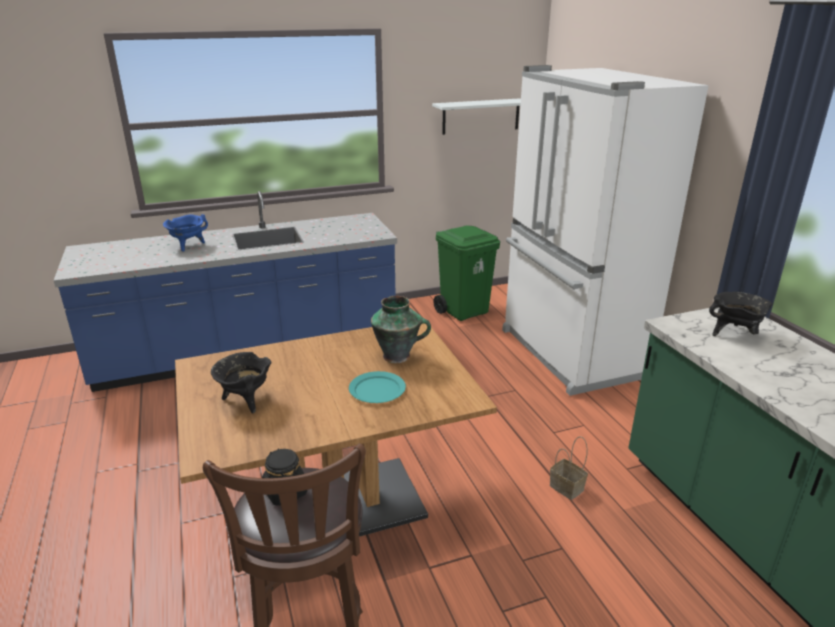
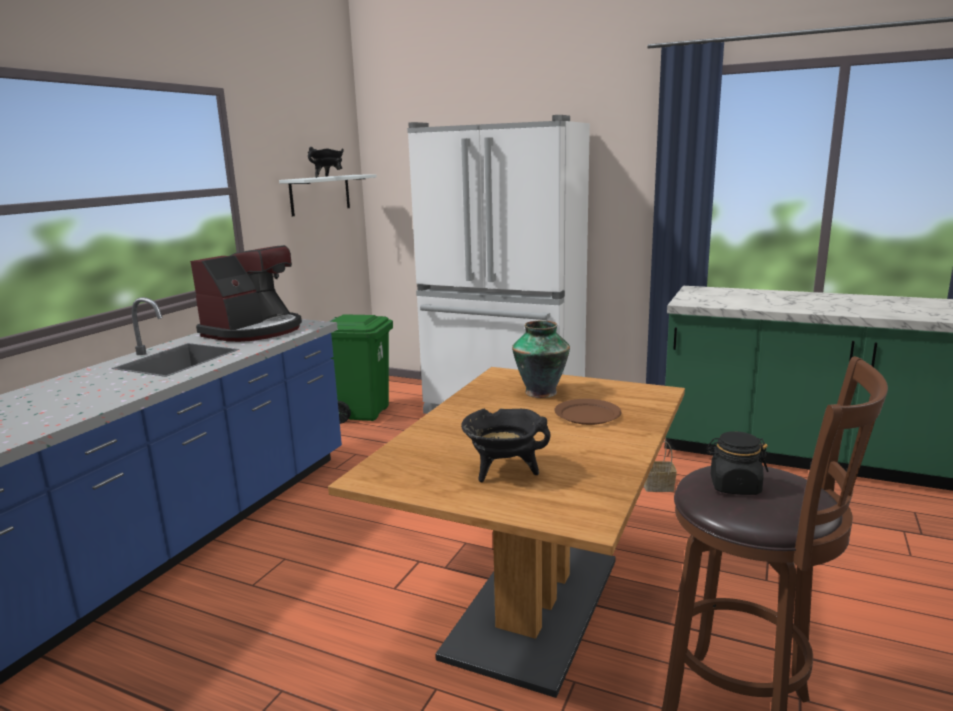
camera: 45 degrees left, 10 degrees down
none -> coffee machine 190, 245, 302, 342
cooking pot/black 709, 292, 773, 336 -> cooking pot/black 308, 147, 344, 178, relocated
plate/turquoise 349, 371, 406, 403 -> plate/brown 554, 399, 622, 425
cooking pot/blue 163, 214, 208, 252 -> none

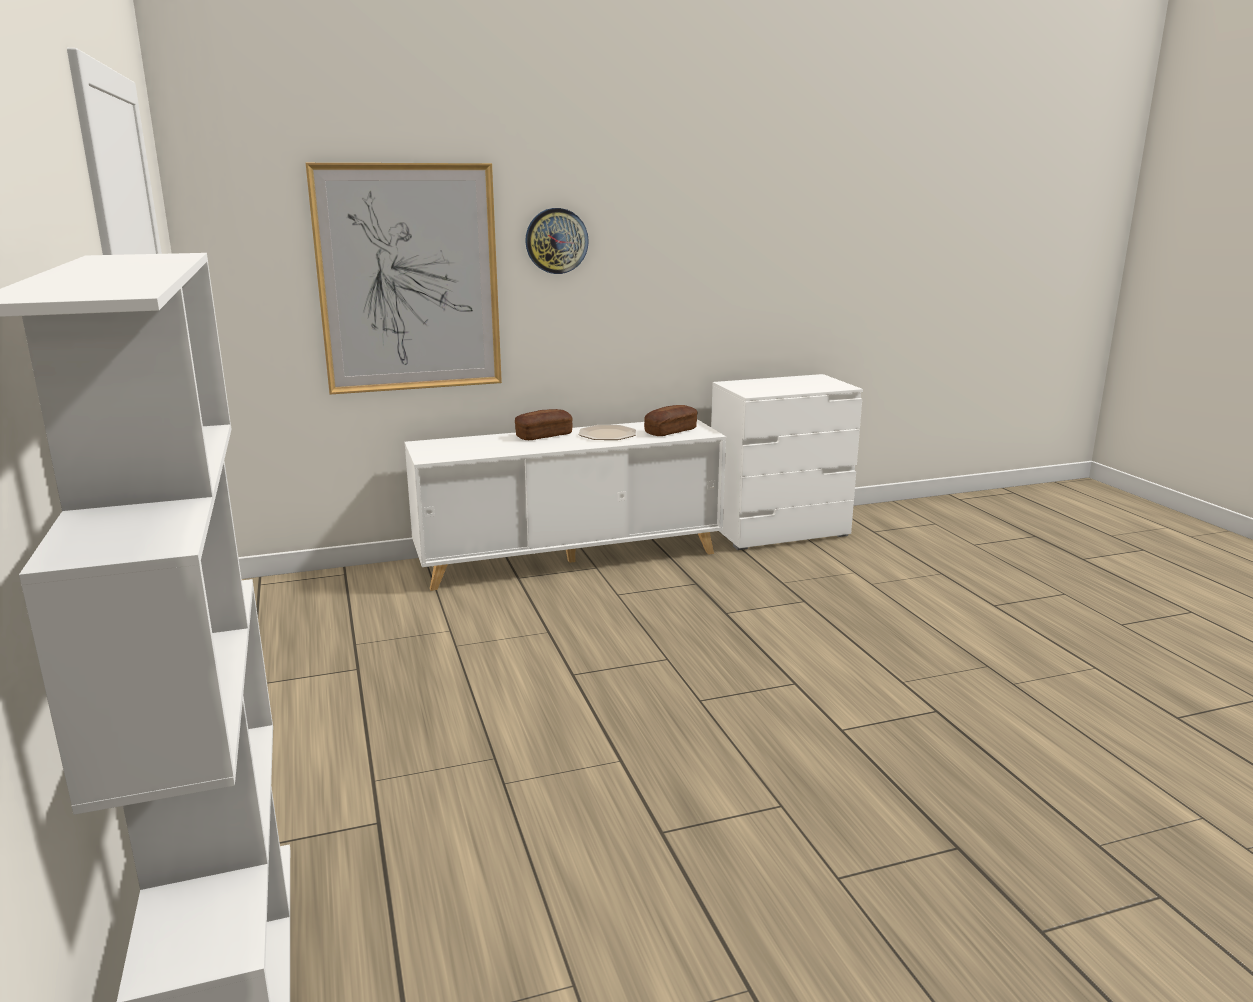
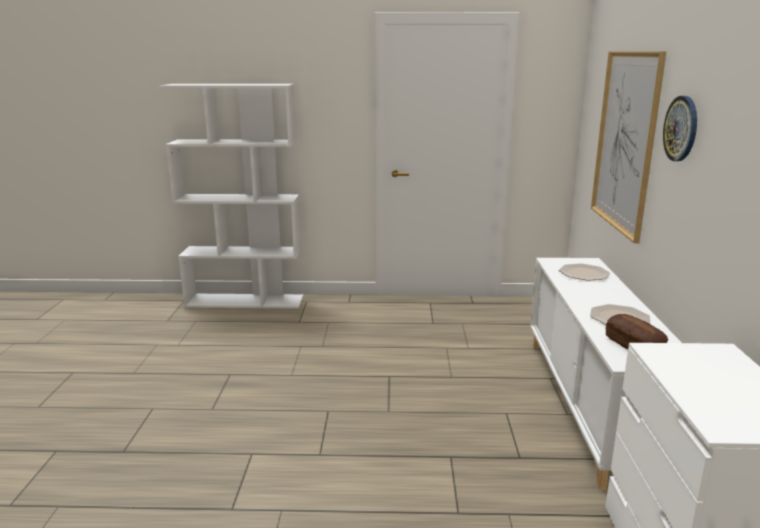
camera: 110 degrees right, 0 degrees up
none -> plate 559, 263, 610, 281
bread 515, 409, 573, 440 -> none

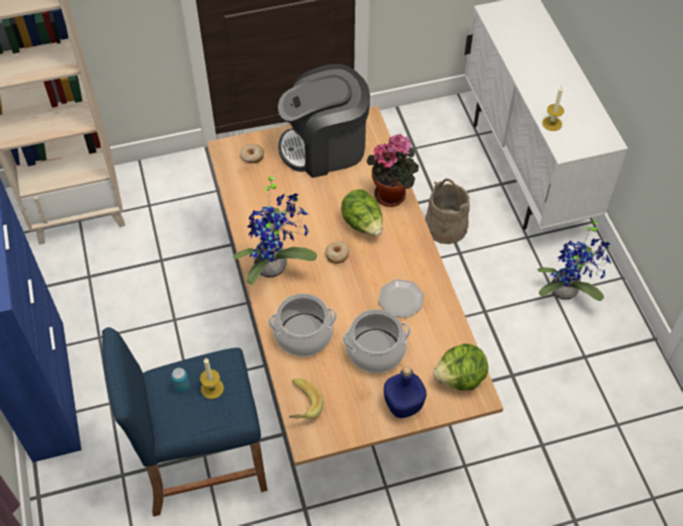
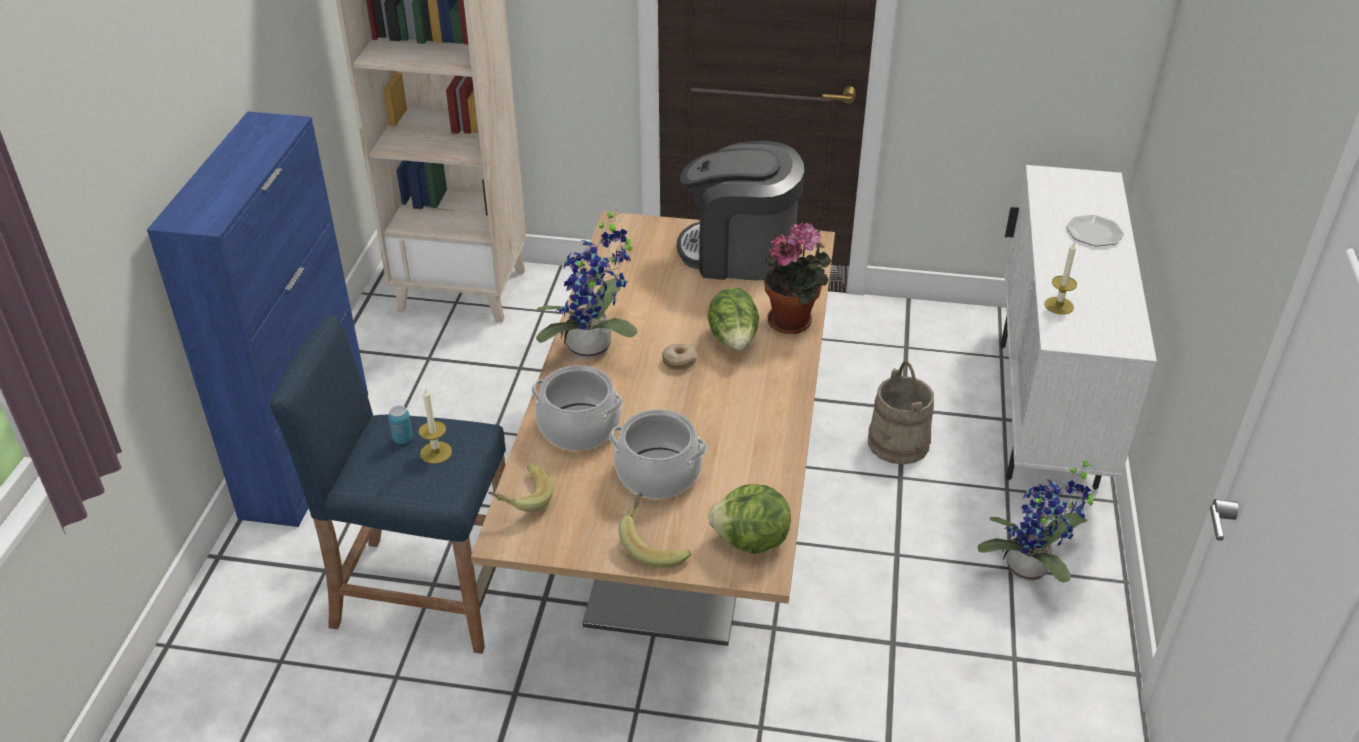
camera: 25 degrees right, 15 degrees down
bottle/blue 384, 367, 427, 418 -> banana 619, 493, 691, 567
plate 378, 279, 424, 318 -> plate 1066, 215, 1124, 247, relocated
donut 240, 144, 264, 163 -> none

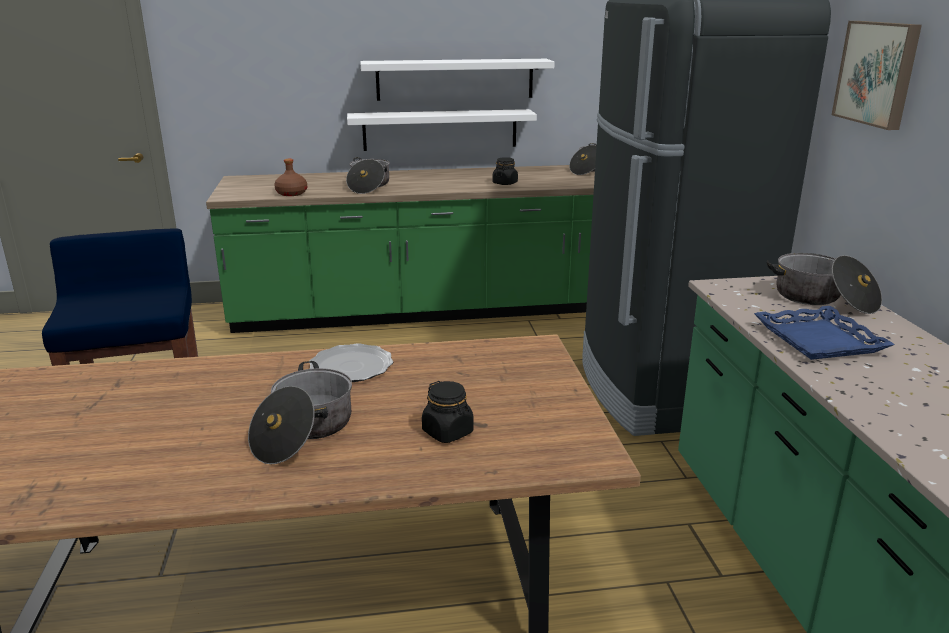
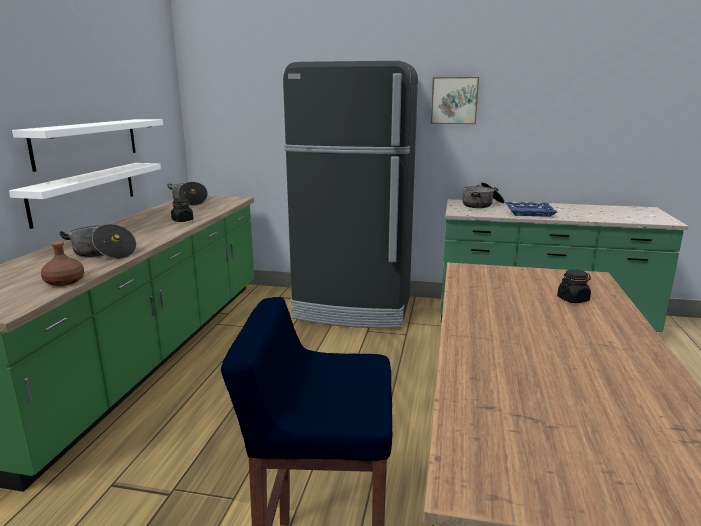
camera: 70 degrees left, 5 degrees down
cooking pot 248, 361, 352, 464 -> none
plate 310, 343, 393, 382 -> none

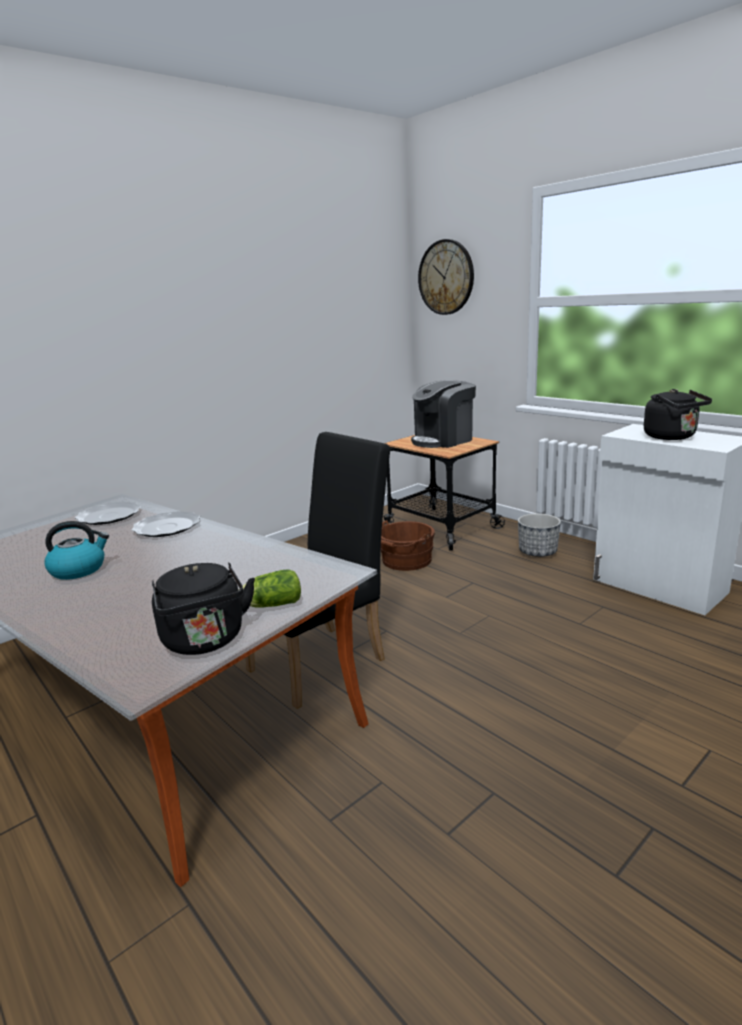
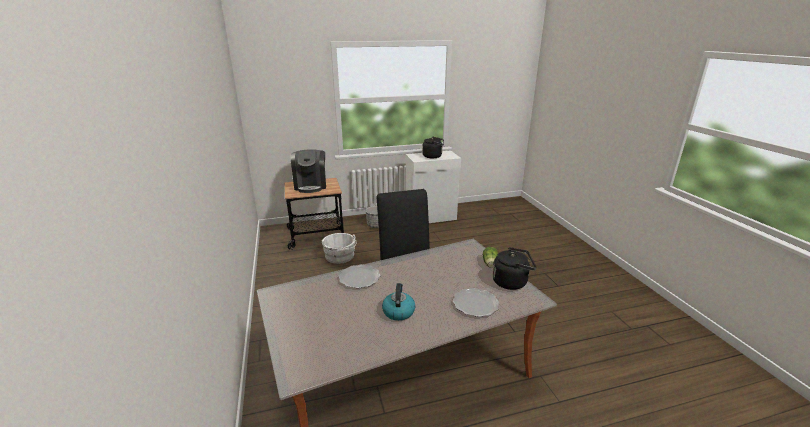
camera: 65 degrees left, 5 degrees up
bucket/brown 381, 520, 435, 571 -> bucket/white 322, 233, 357, 264
plate 75, 502, 141, 525 -> plate 453, 288, 499, 317, relocated
wall clock 418, 239, 474, 315 -> none

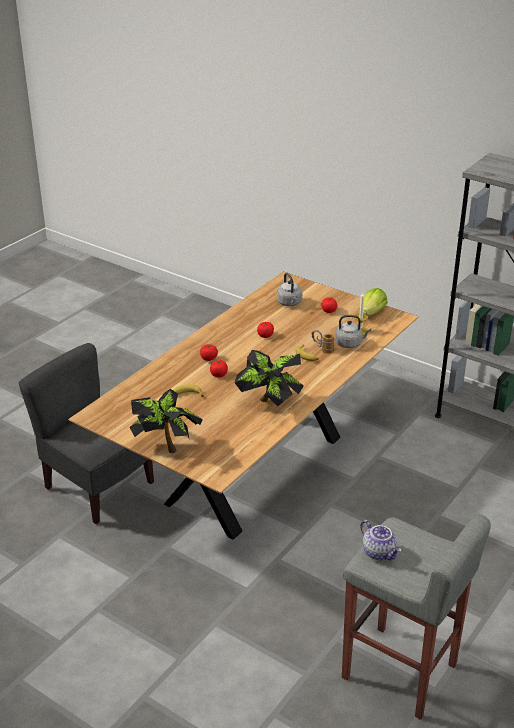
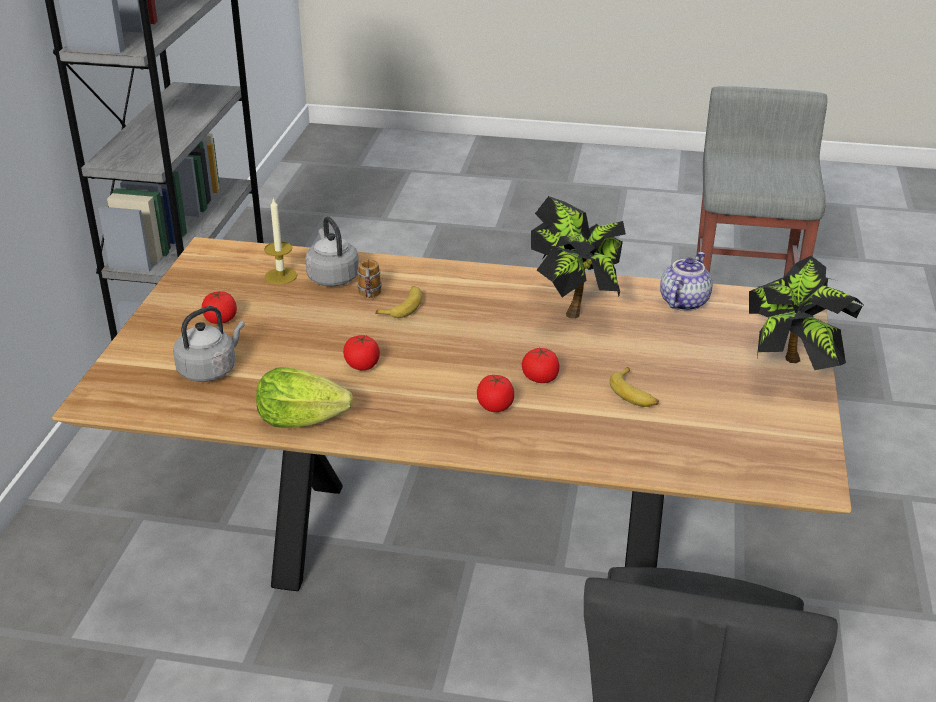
camera: 115 degrees left, 0 degrees up
lettuce 363, 288, 388, 316 -> lettuce 256, 367, 353, 428, relocated
teapot 360, 520, 401, 561 -> teapot 660, 252, 712, 311, relocated

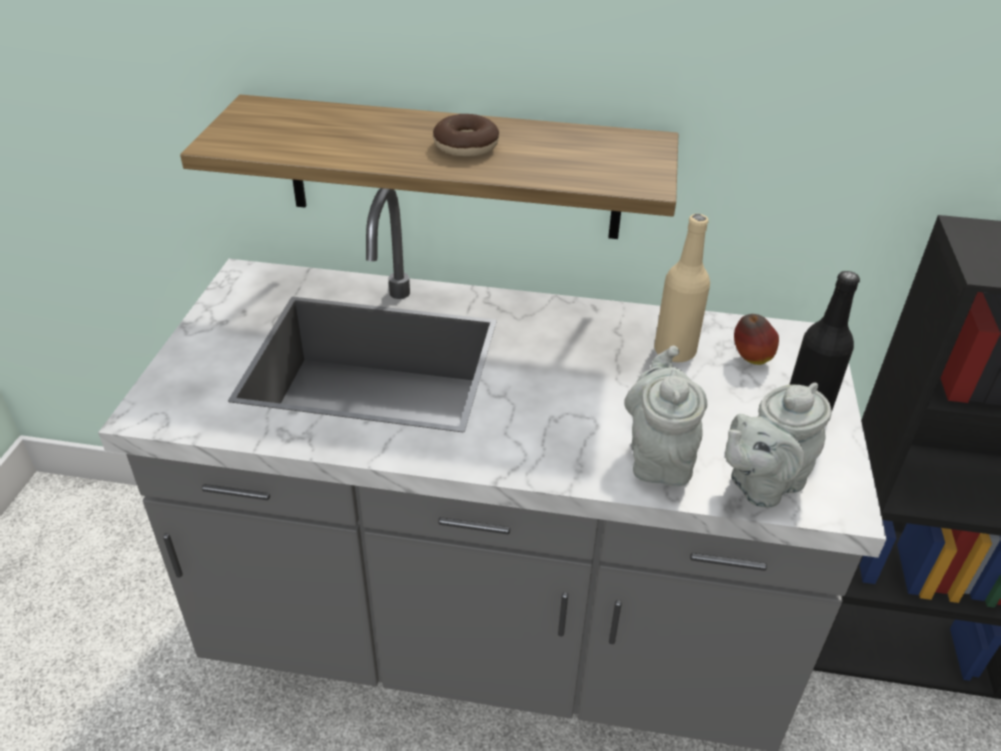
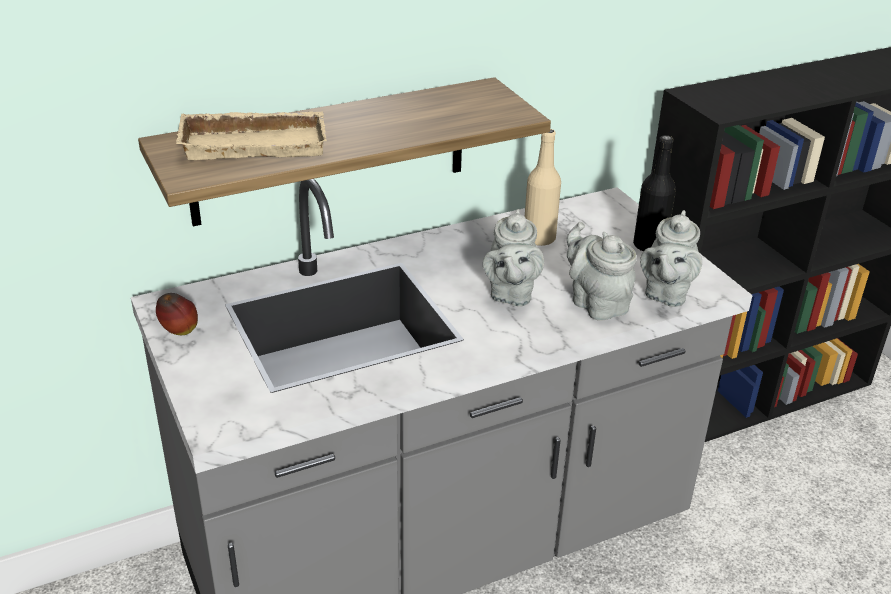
camera: 35 degrees left, 5 degrees down
apple 734, 314, 779, 365 -> apple 156, 293, 198, 335, relocated
none -> tray/beige 176, 111, 327, 160
none -> teapot/grey 483, 209, 544, 307
donut 433, 114, 499, 157 -> none

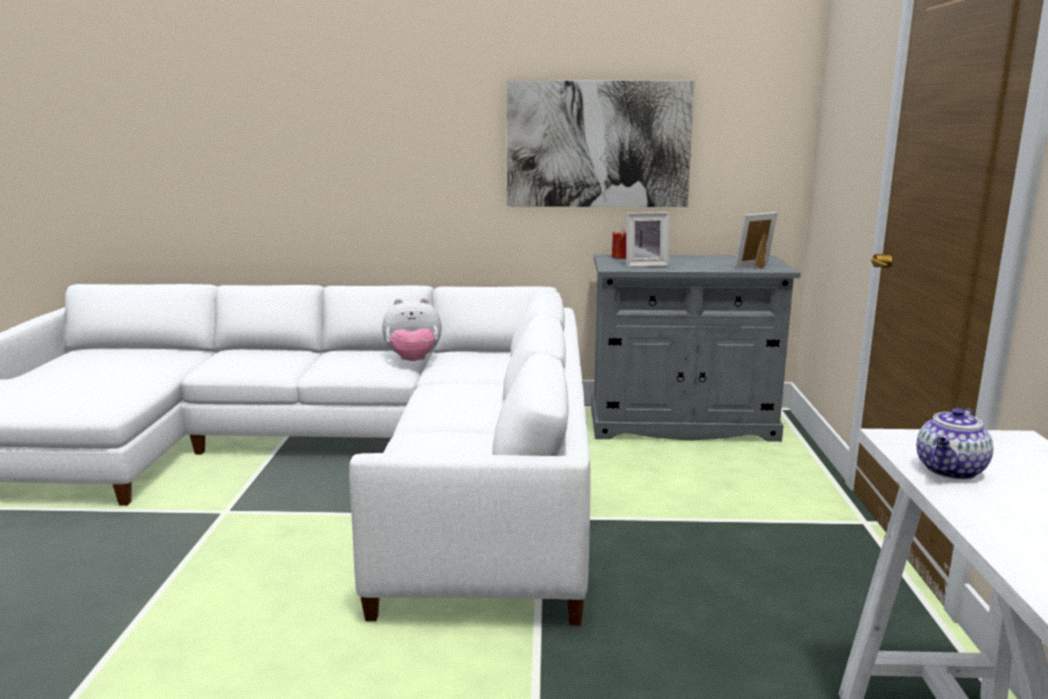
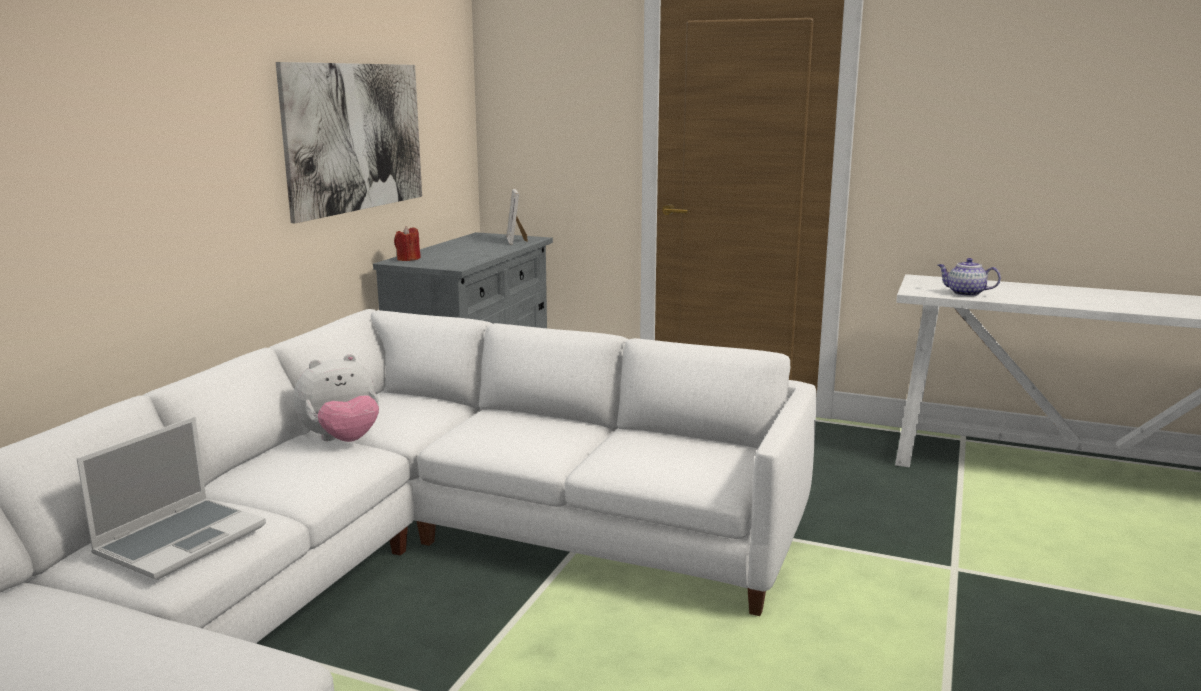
camera: 70 degrees left, 0 degrees up
none -> laptop 76, 417, 266, 580
plush toy 382, 298, 442, 361 -> plush toy 294, 354, 379, 442, 45 degrees clockwise
teapot 916, 408, 993, 480 -> teapot 938, 258, 1001, 296, 150 degrees clockwise
picture frame 626, 212, 669, 267 -> none

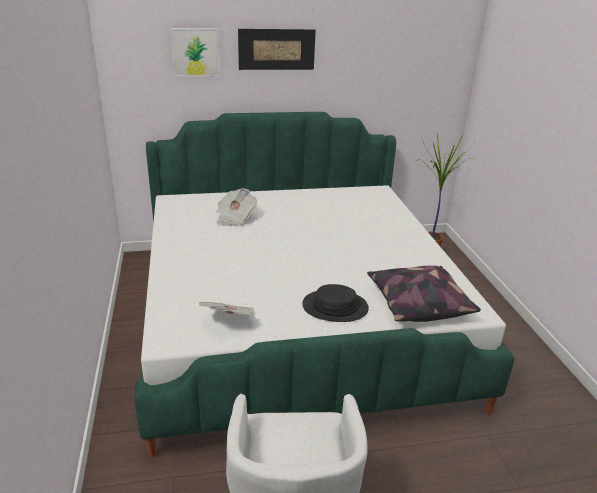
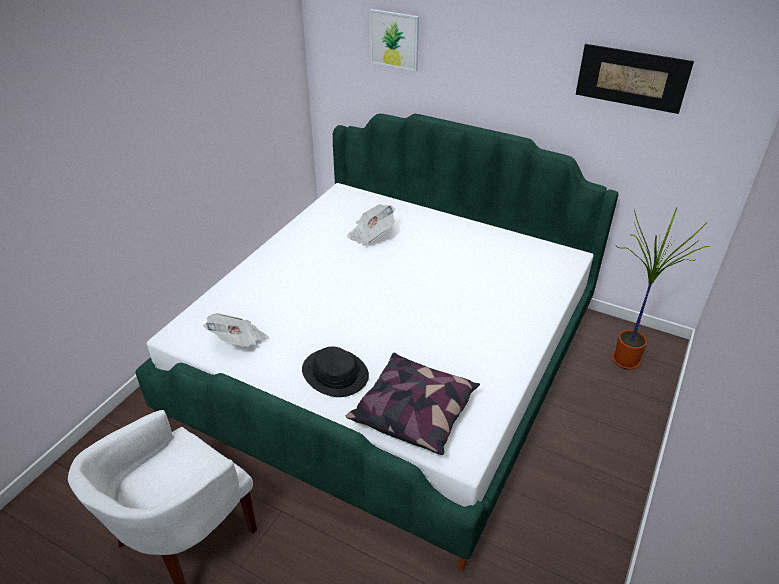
camera: 40 degrees right, 10 degrees up
picture 238, 29, 316, 70 -> picture 576, 44, 694, 114, relocated

